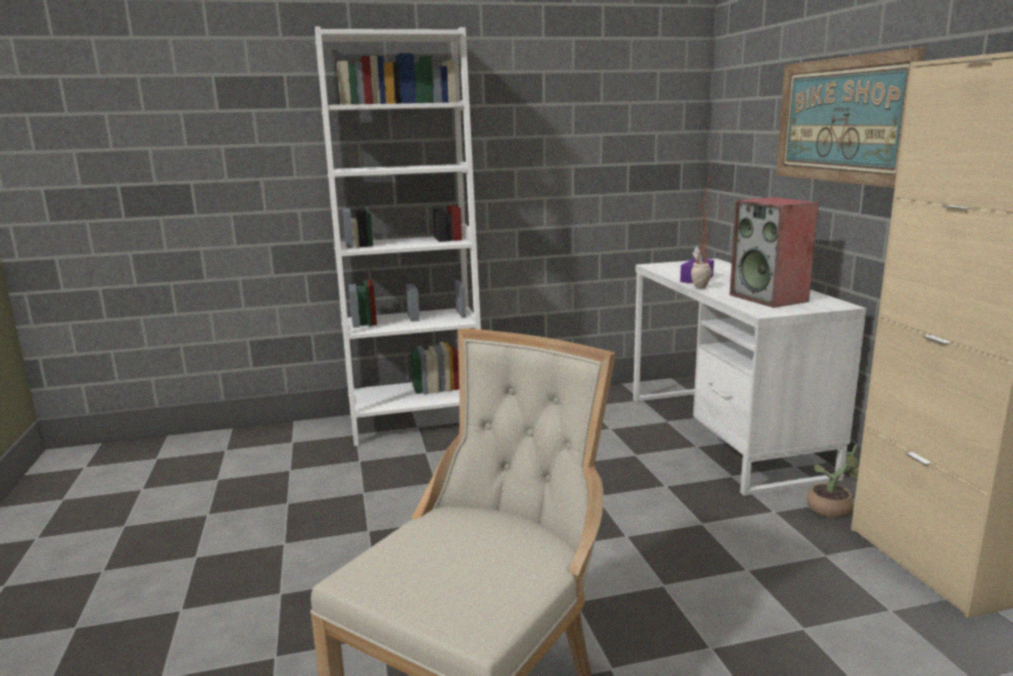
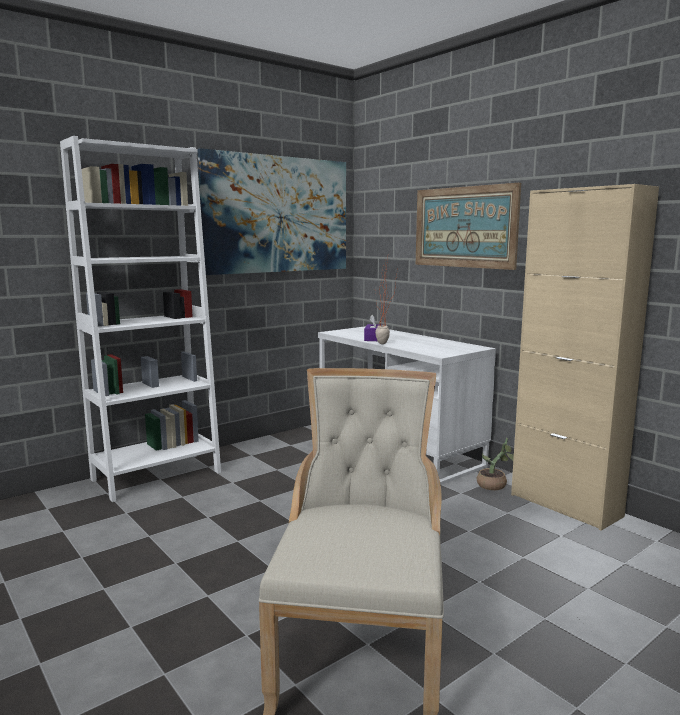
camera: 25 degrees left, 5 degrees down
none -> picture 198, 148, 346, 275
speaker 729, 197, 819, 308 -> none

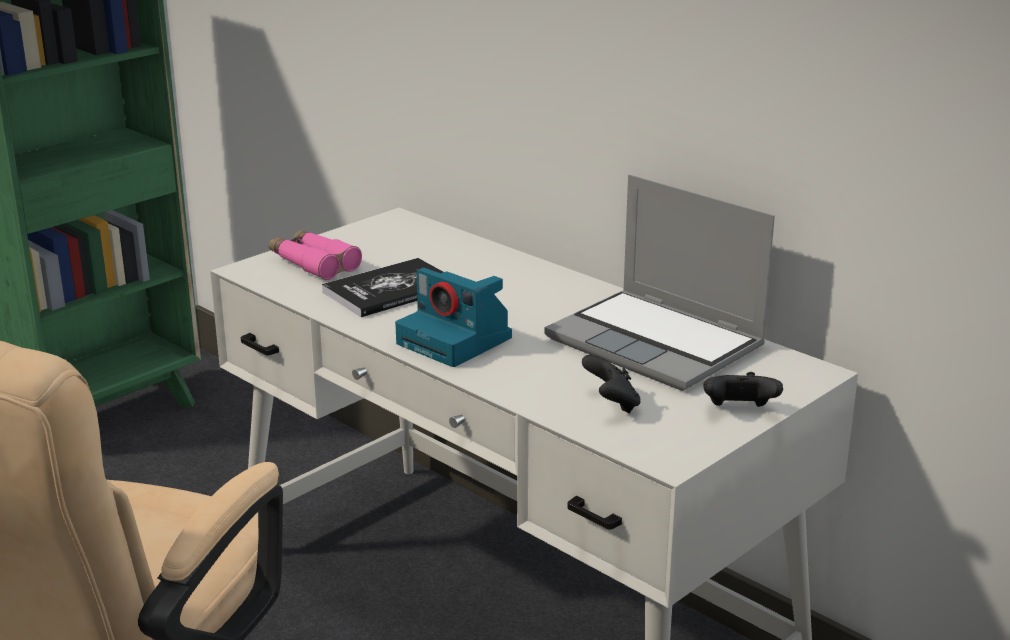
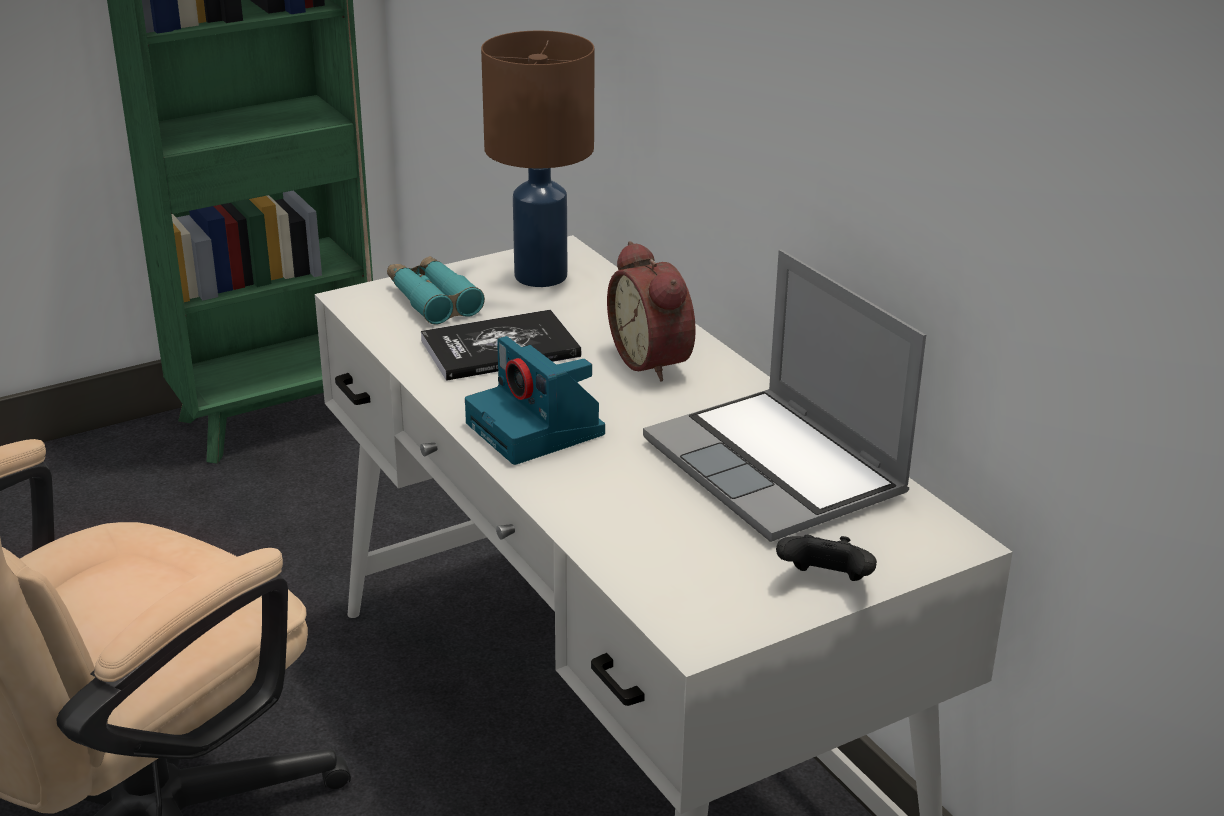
camera: 15 degrees right, 5 degrees up
binoculars/pink 269, 230, 362, 280 -> binoculars/turquoise 387, 256, 485, 324
none -> table lamp/brown 481, 31, 595, 287
none -> alarm clock 607, 241, 696, 382
game controller/black 582, 354, 641, 414 -> none

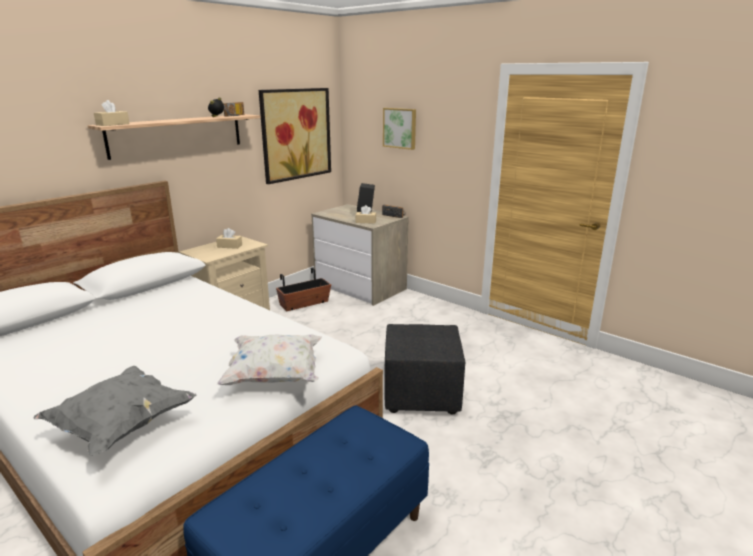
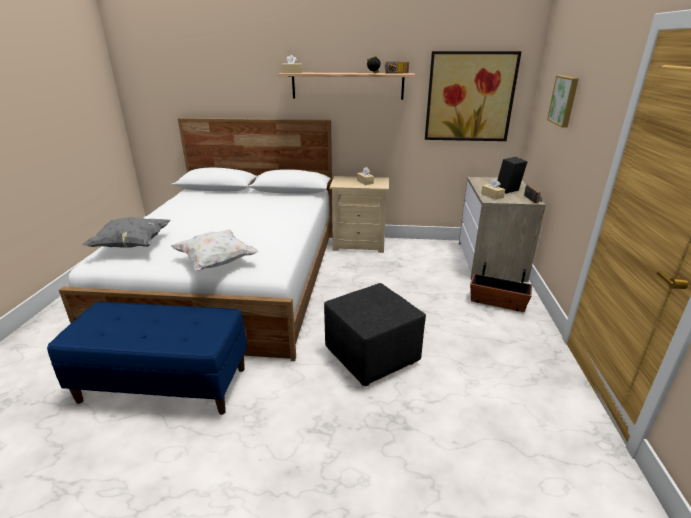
camera: 55 degrees right, 5 degrees up
planter 276, 268, 331, 311 -> planter 470, 262, 532, 312, relocated

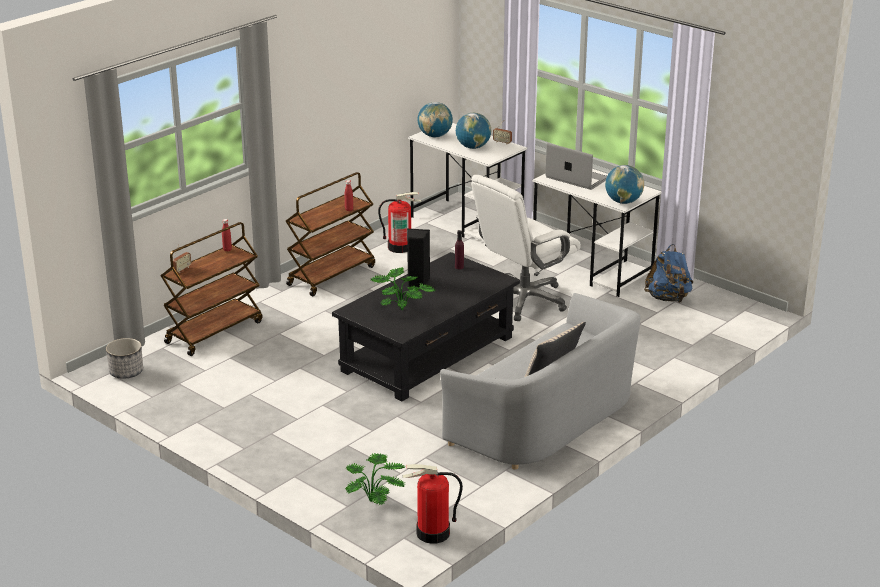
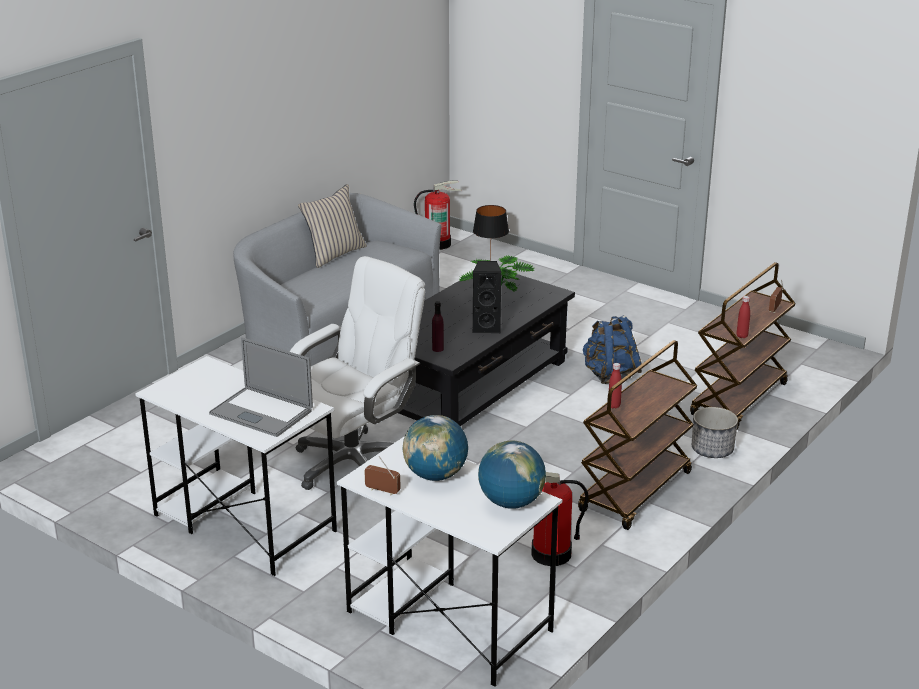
camera: 175 degrees right, 0 degrees up
potted plant 345, 453, 405, 505 -> table lamp/black 473, 205, 509, 261
backpack/blue 644, 244, 693, 303 -> backpack/blue 583, 315, 642, 384, relocated
planter 106, 338, 143, 379 -> planter 692, 407, 738, 458, relocated
globe 605, 165, 644, 204 -> none

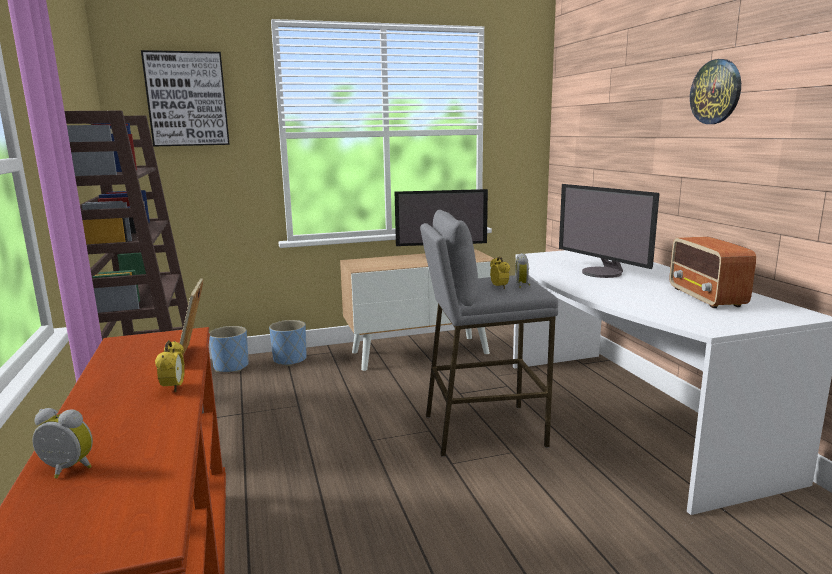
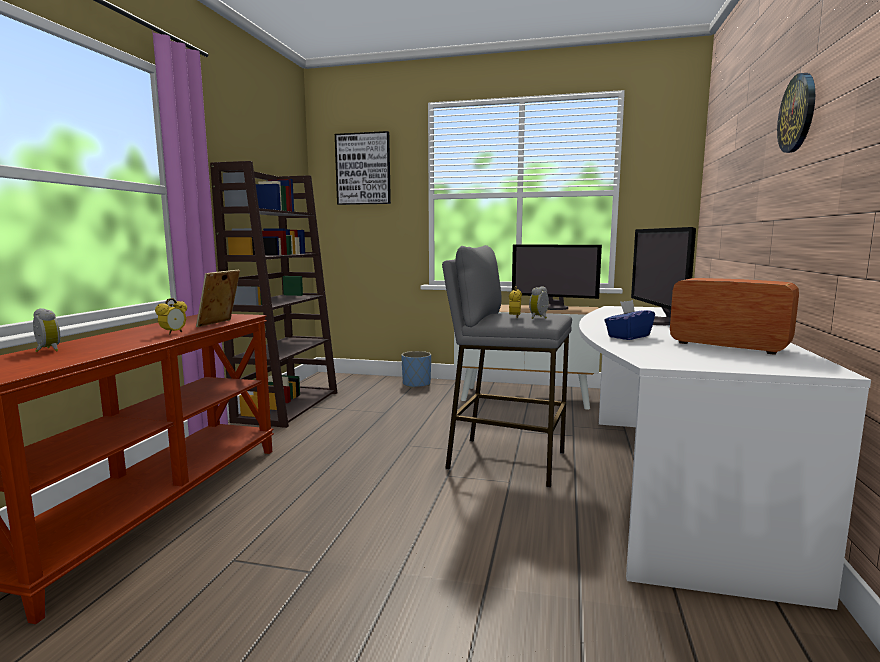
camera: 30 degrees right, 5 degrees down
none -> tissue box/blue 604, 300, 655, 340
radio 670, 237, 756, 308 -> radio 670, 278, 799, 355, 105 degrees clockwise
planter/blue 209, 326, 248, 372 -> none

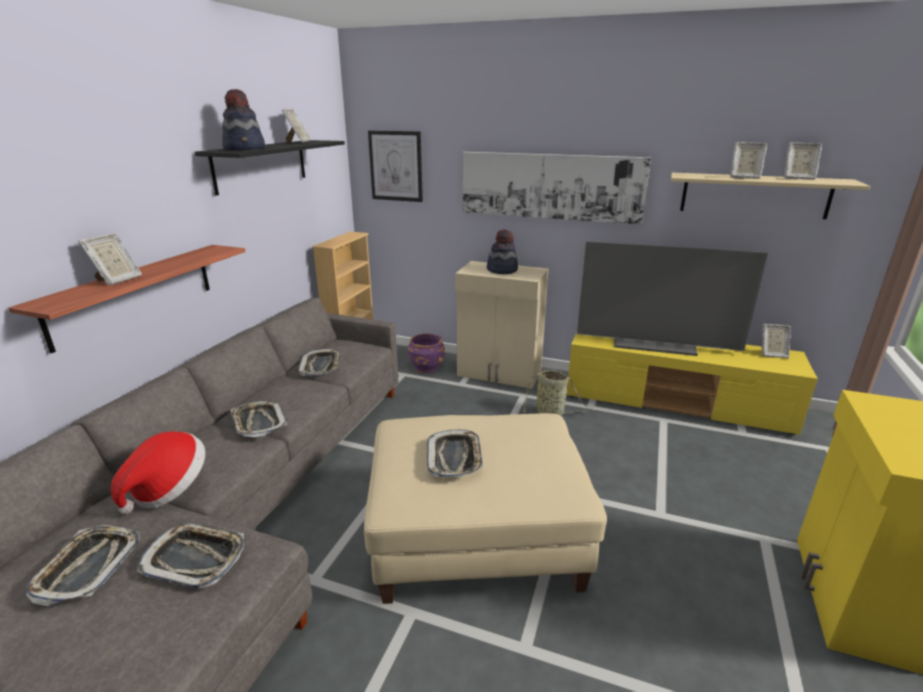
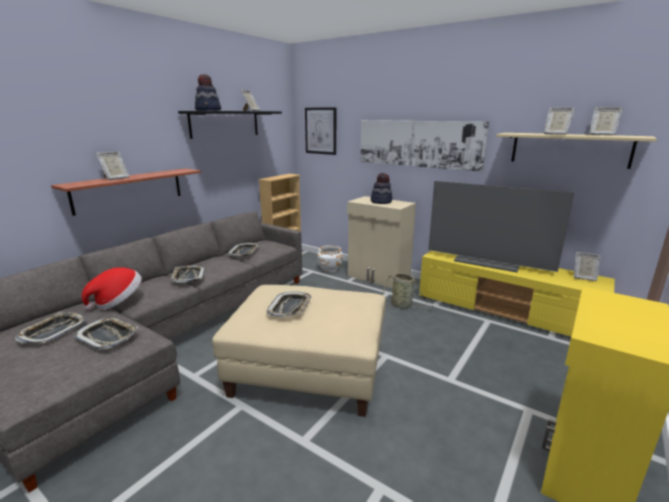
camera: 15 degrees right, 5 degrees down
planter/purple 407, 333, 445, 373 -> planter/white 317, 245, 343, 272

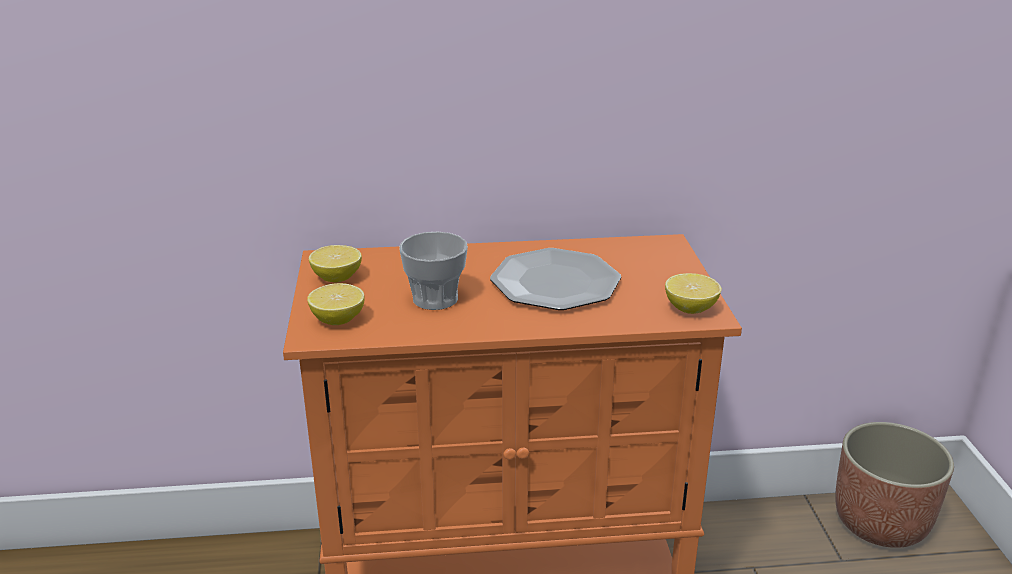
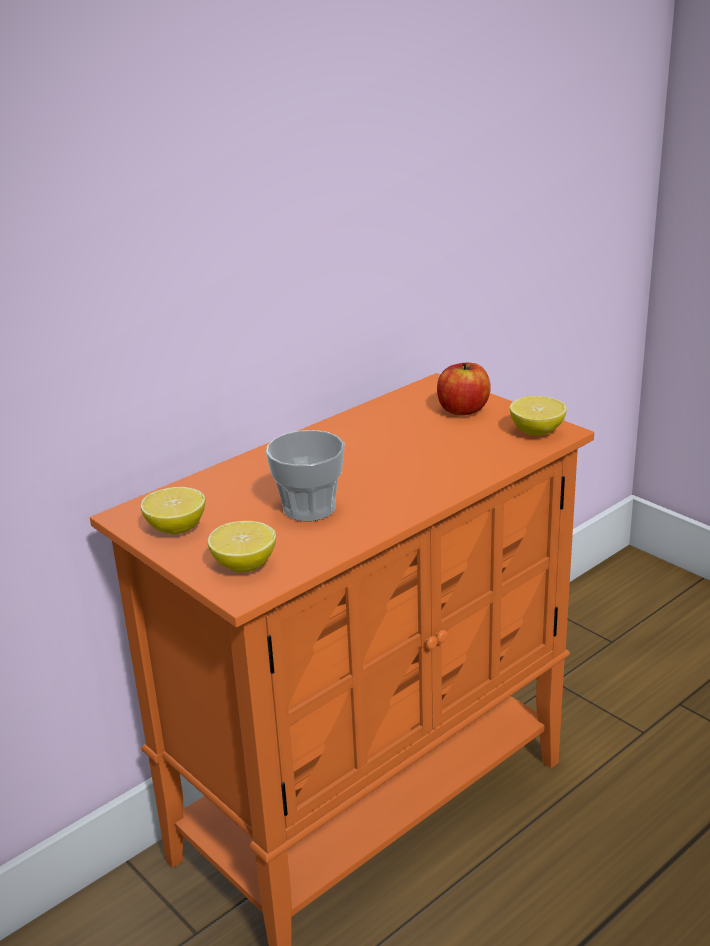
camera: 35 degrees left, 0 degrees up
none -> apple 437, 362, 491, 416
plate 490, 248, 621, 310 -> none
planter 835, 422, 954, 548 -> none

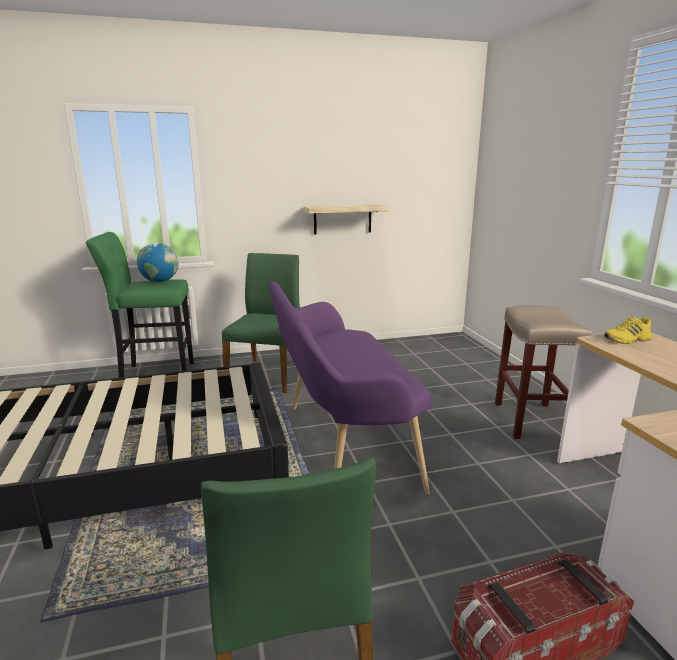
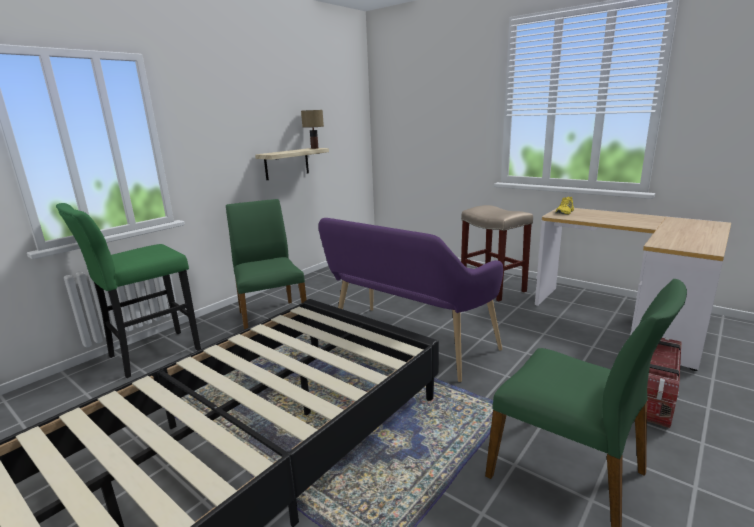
camera: 35 degrees left, 0 degrees up
none -> table lamp 301, 110, 324, 149
globe 137, 243, 178, 282 -> none

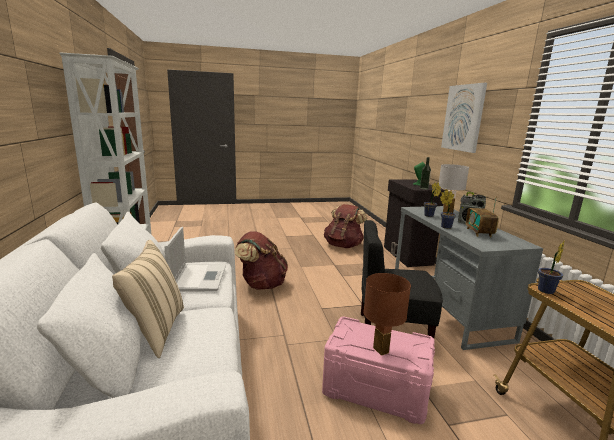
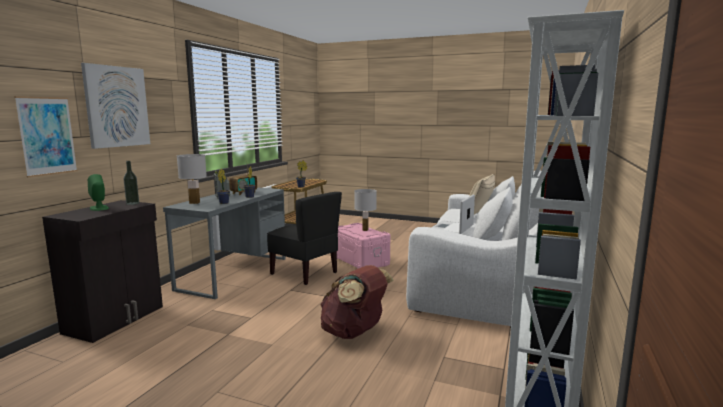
camera: 145 degrees left, 5 degrees down
none -> picture 14, 96, 77, 177
table lamp/brown 363, 273, 411, 356 -> table lamp/white 355, 189, 377, 231
backpack/brown 324, 204, 368, 248 -> none

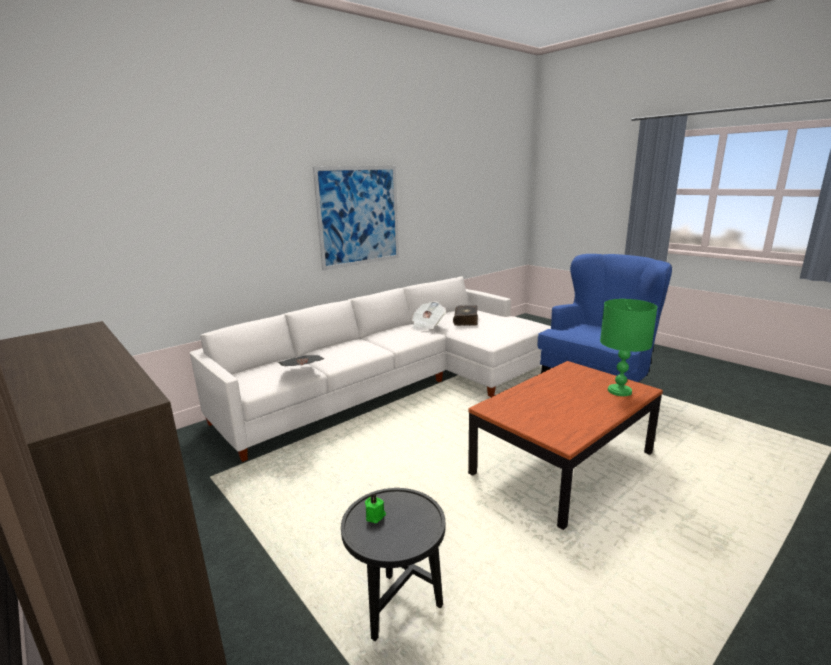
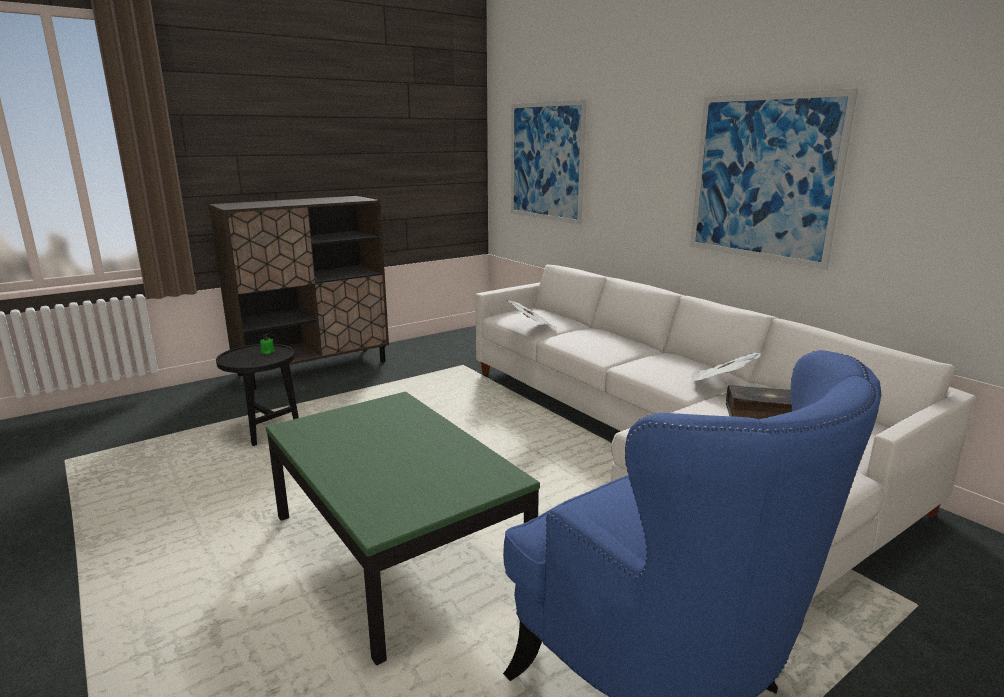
camera: 95 degrees right, 0 degrees up
coffee table/brown 468, 361, 663, 530 -> coffee table/green 266, 391, 540, 665
none -> picture 511, 99, 587, 225
table lamp/green 600, 299, 657, 396 -> none

